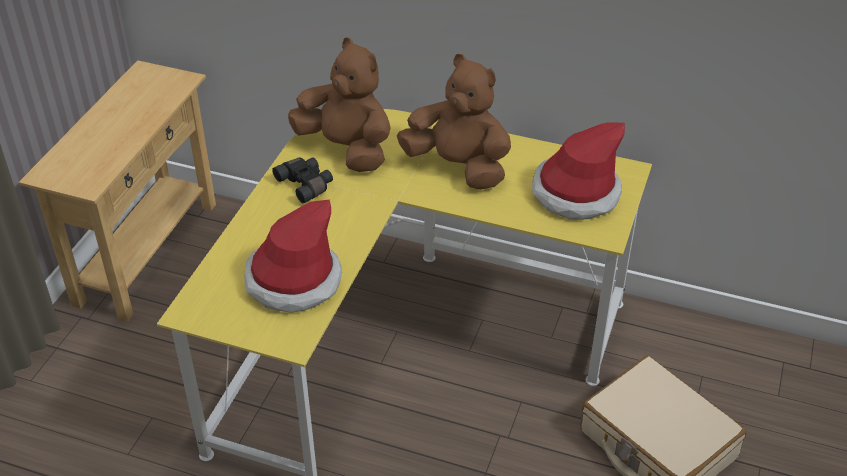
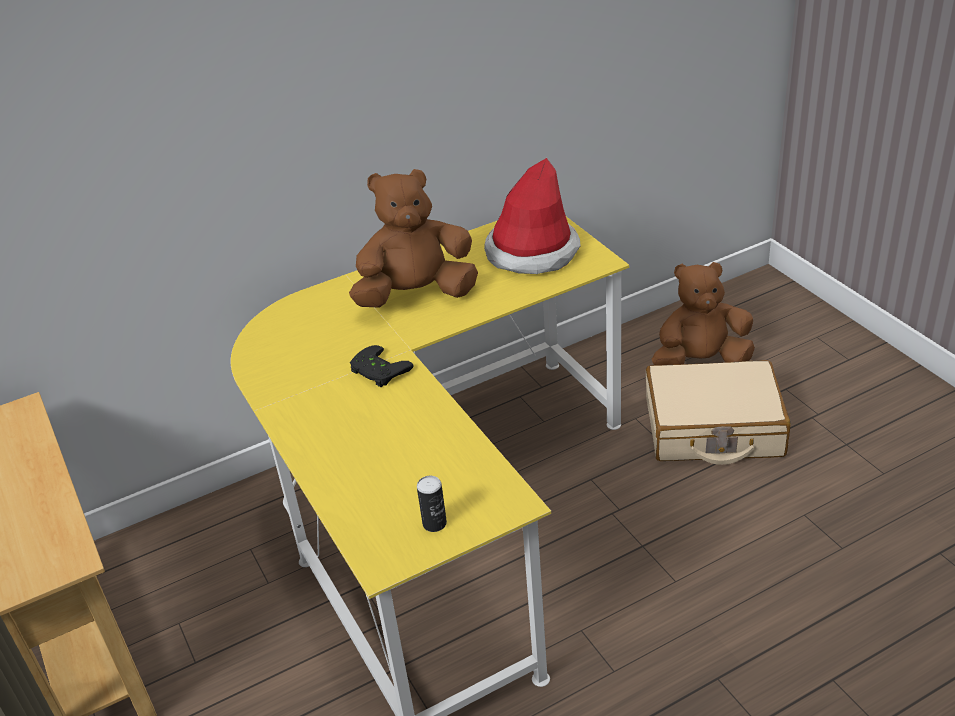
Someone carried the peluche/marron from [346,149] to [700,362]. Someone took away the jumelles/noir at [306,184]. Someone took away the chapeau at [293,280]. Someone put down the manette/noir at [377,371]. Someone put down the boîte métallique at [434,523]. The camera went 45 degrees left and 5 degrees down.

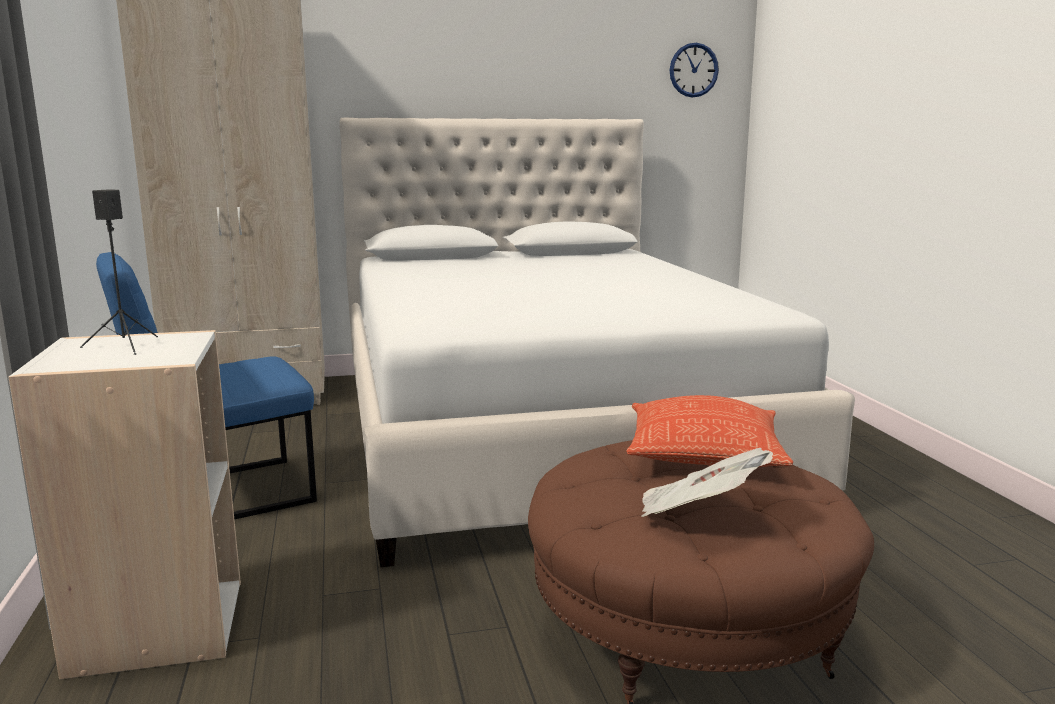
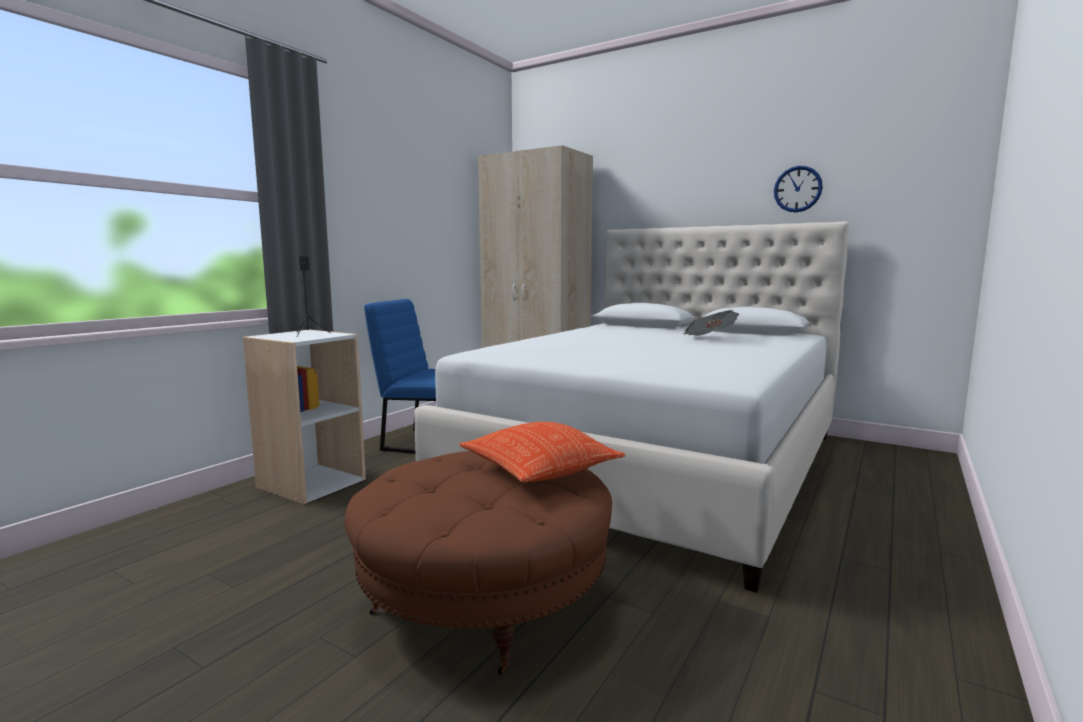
Someone carried the horloge murale from [693,70] to [797,189]. Someone carried the journal from [698,514] to [709,338]. The camera went 45 degrees right and 5 degrees down.

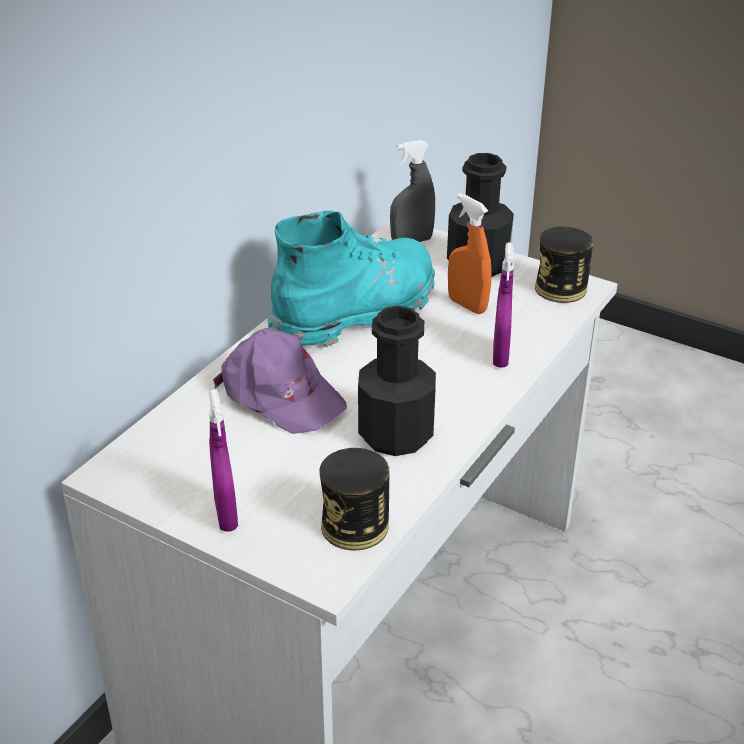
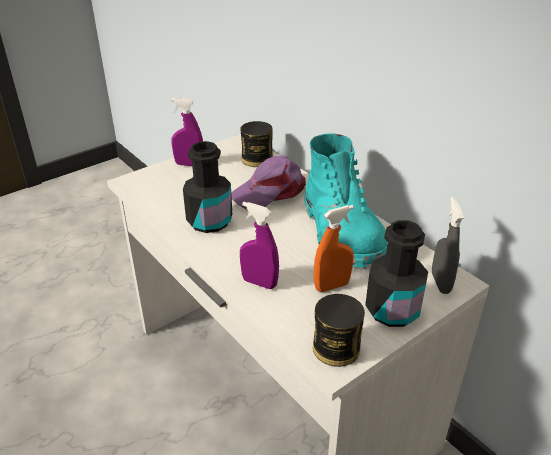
Someone carried the boîte métallique from [355,526] to [257,159]. The camera went 110 degrees right and 0 degrees up.

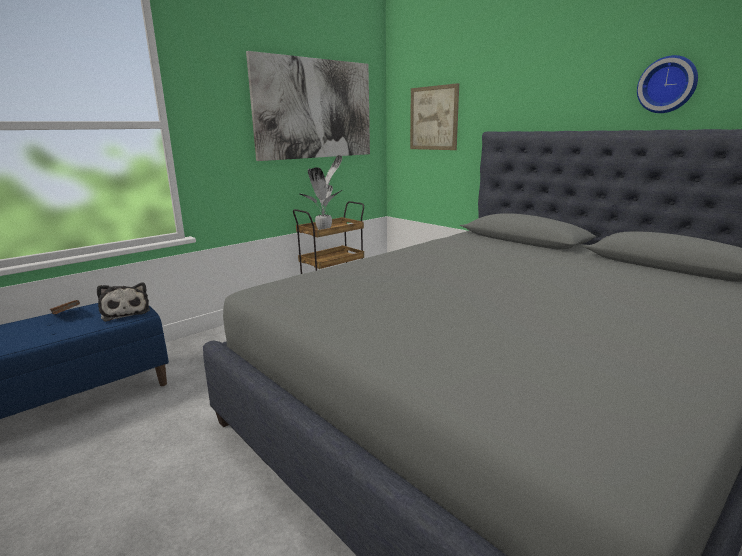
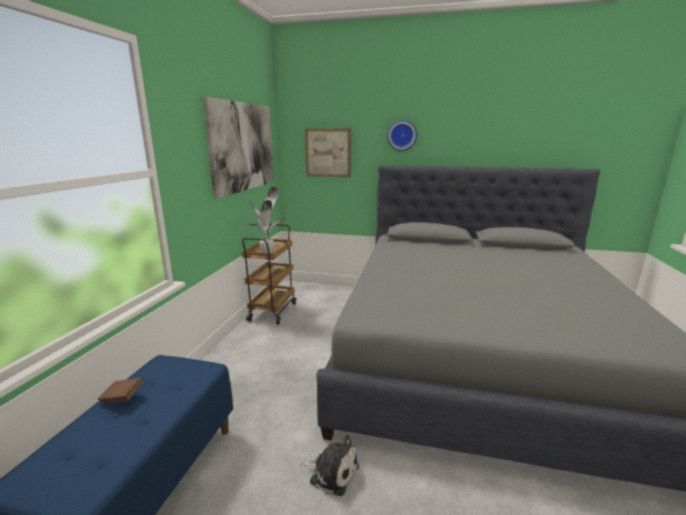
Someone carried the horloge murale from [667,85] to [402,135]. Someone carried the peluche from [126,312] to [331,472]. The camera went 35 degrees left and 0 degrees up.

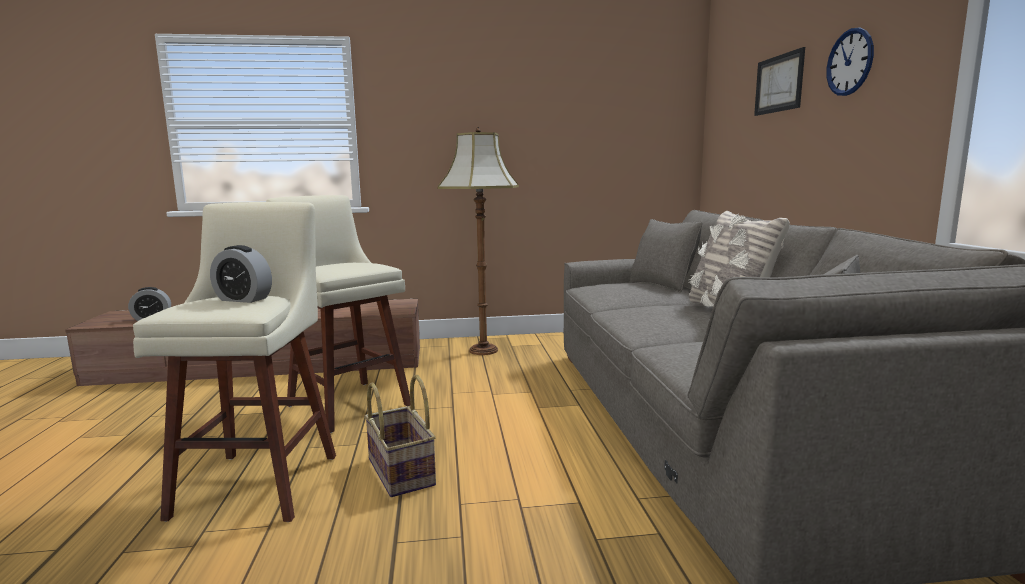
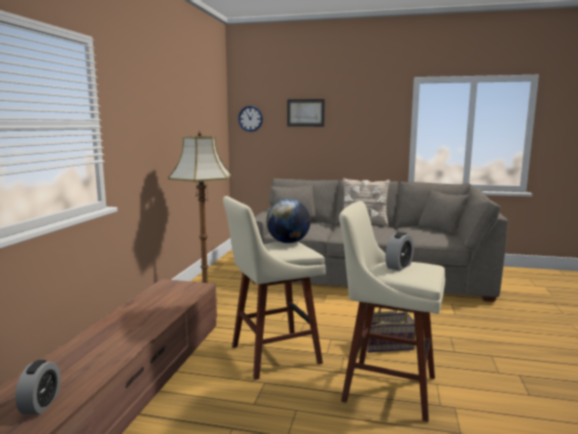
Someone carried the horloge murale from [849,62] to [250,118]. Someone put down the globe at [288,242]. The camera went 70 degrees left and 0 degrees up.

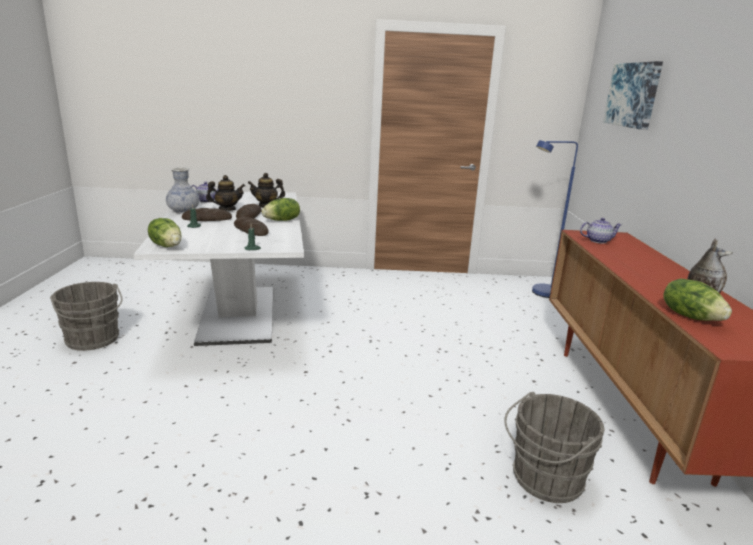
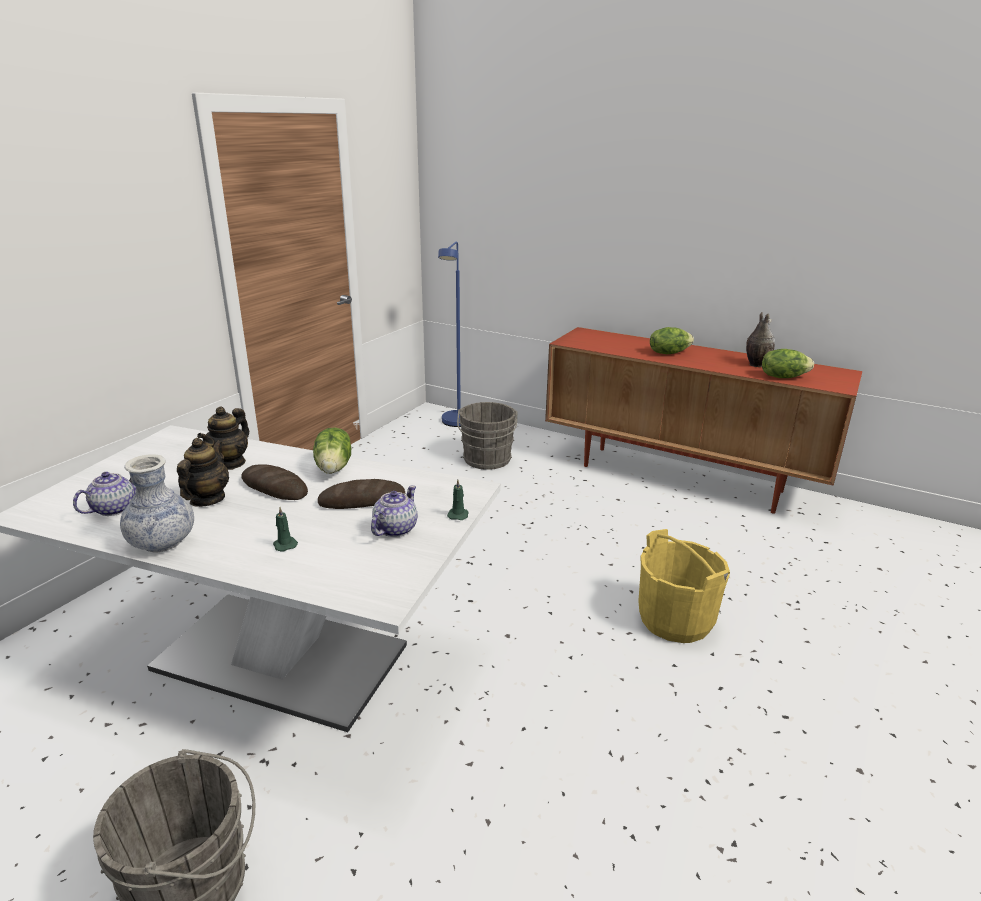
Someone took away the tableau at [633,95]. Someone took away the pain at [207,219]. Someone carried the laitue from [167,245] to [668,353]. Someone carried the théière from [597,241] to [394,529]. Someone carried the seau/gris from [543,479] to [487,460]. Someone put down the seau/jaune at [675,619]. The camera went 60 degrees left and 5 degrees up.

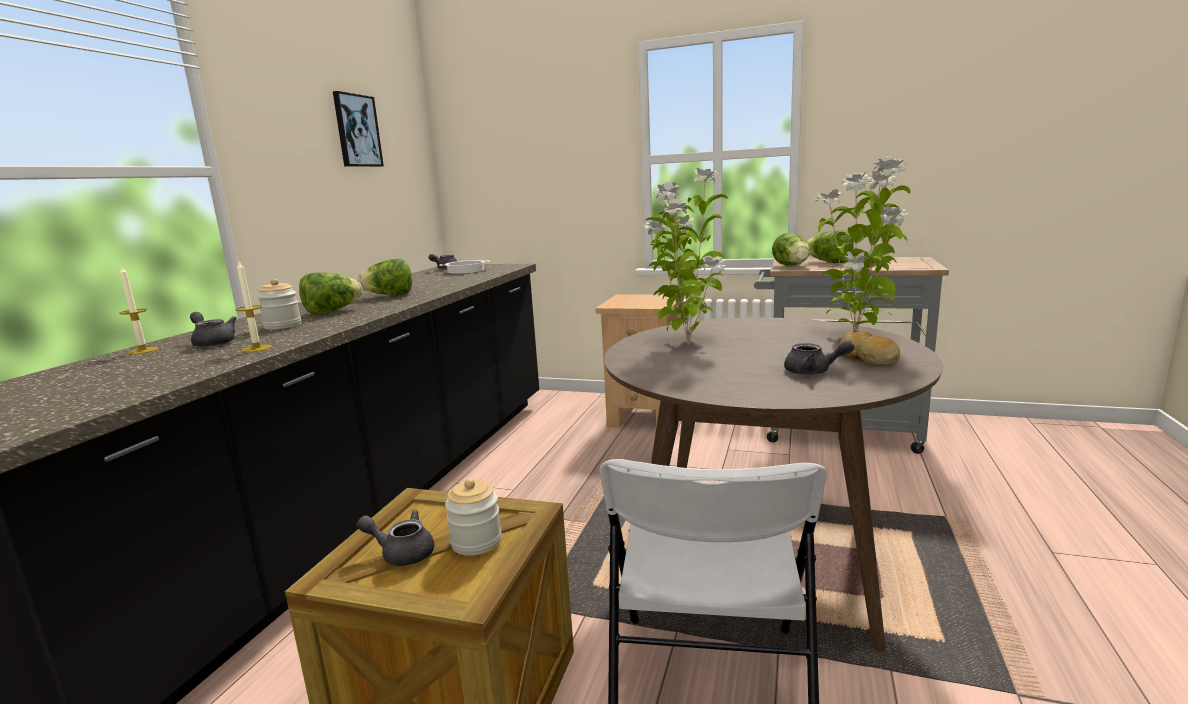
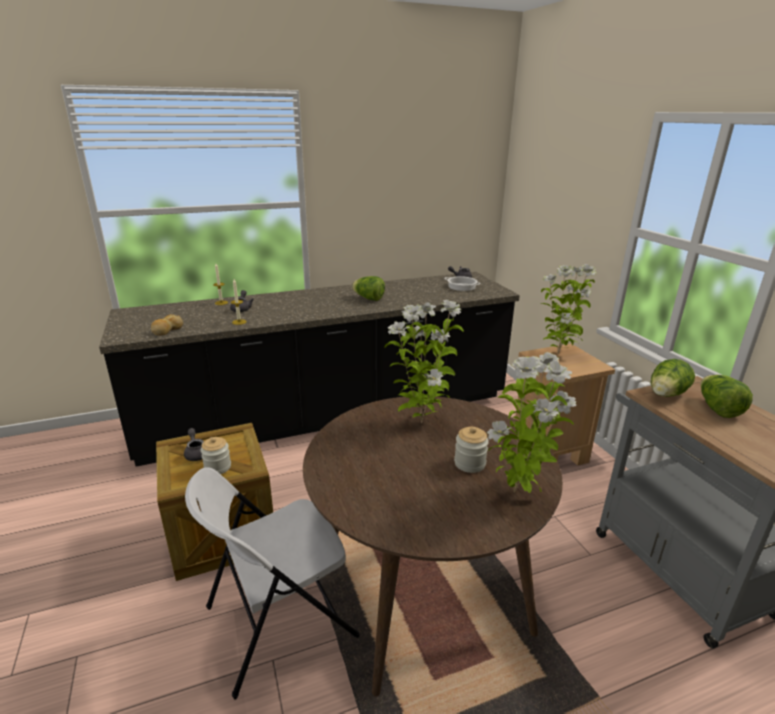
Someone took away the tableau at [357,131]. Someone took away the laitue at [332,311]. Someone carried the bocal from [282,326] to [469,463]. Someone carried the pain from [867,359] to [167,330]. Someone took away the théière/gris at [813,372]. Someone put down the plante en pot at [558,353]. The camera went 50 degrees right and 10 degrees up.

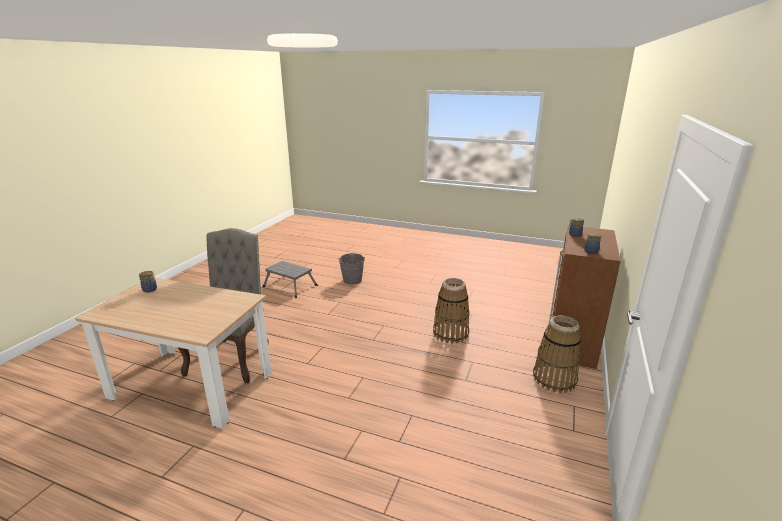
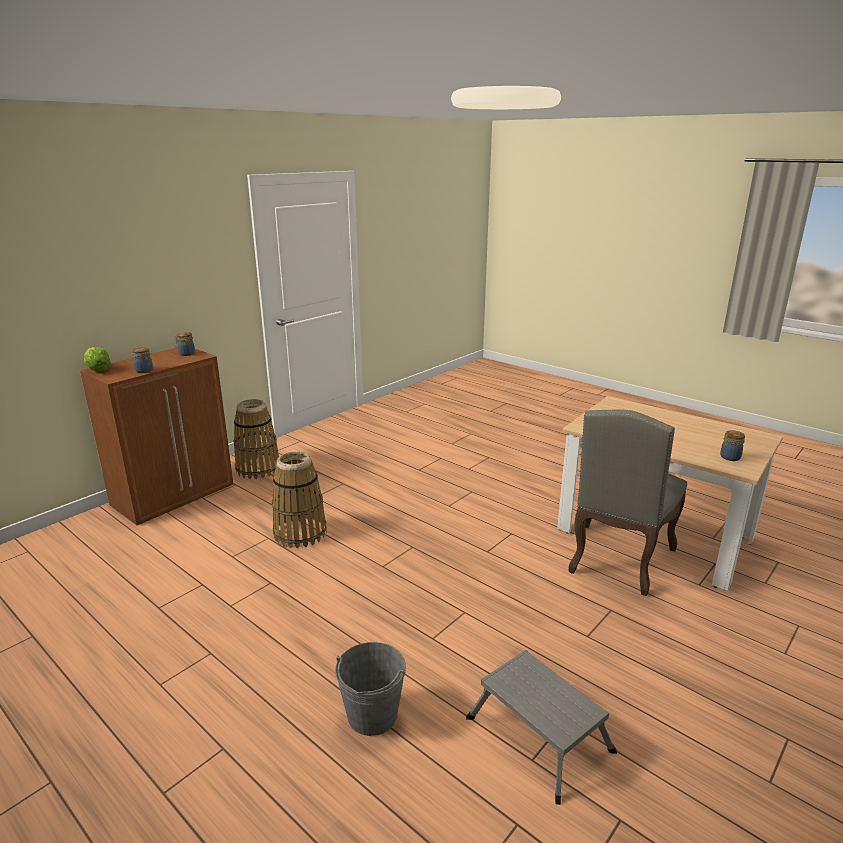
Someone put down the laitue at [98,370]. The camera went 160 degrees left and 0 degrees up.

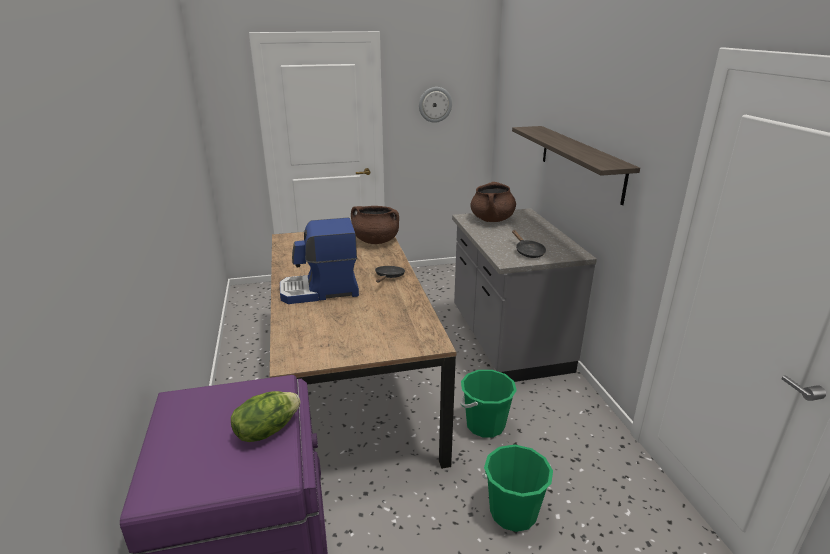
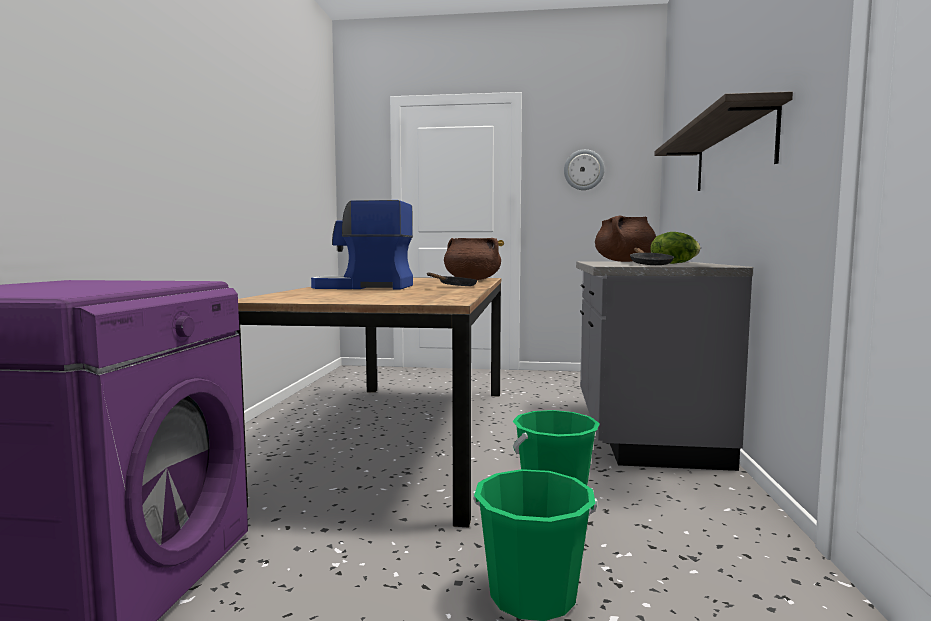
Someone carried the laitue from [266,430] to [674,263]. The camera went 20 degrees right and 20 degrees down.

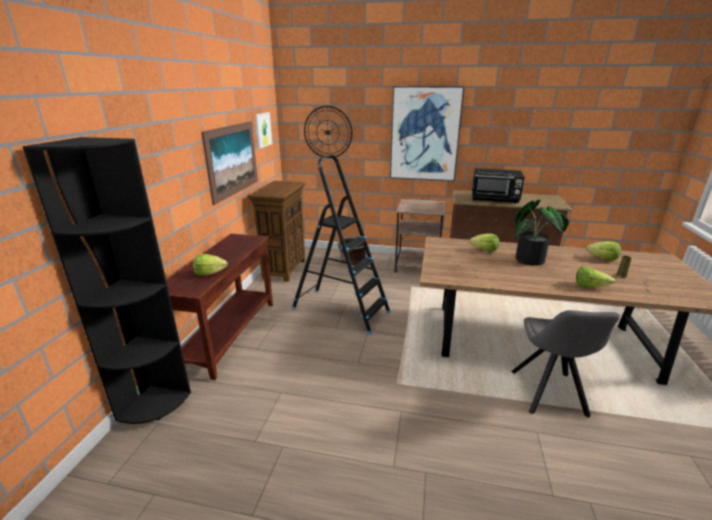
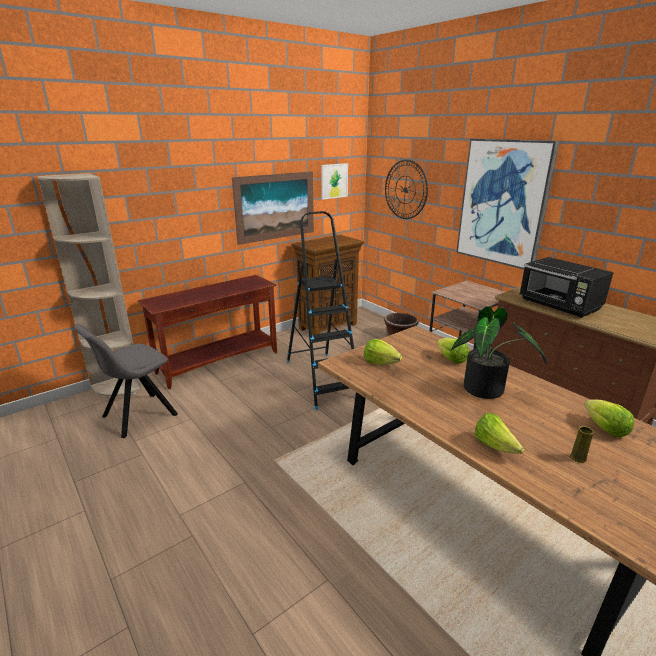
Someone repainted the bibliothèque/noir at [155,410], which became the bibliothèque/beige at [118,391]. Someone carried the laitue from [209,273] to [380,362]. Someone carried the chaise/gris from [549,393] to [139,415]. The camera went 40 degrees right and 0 degrees up.

